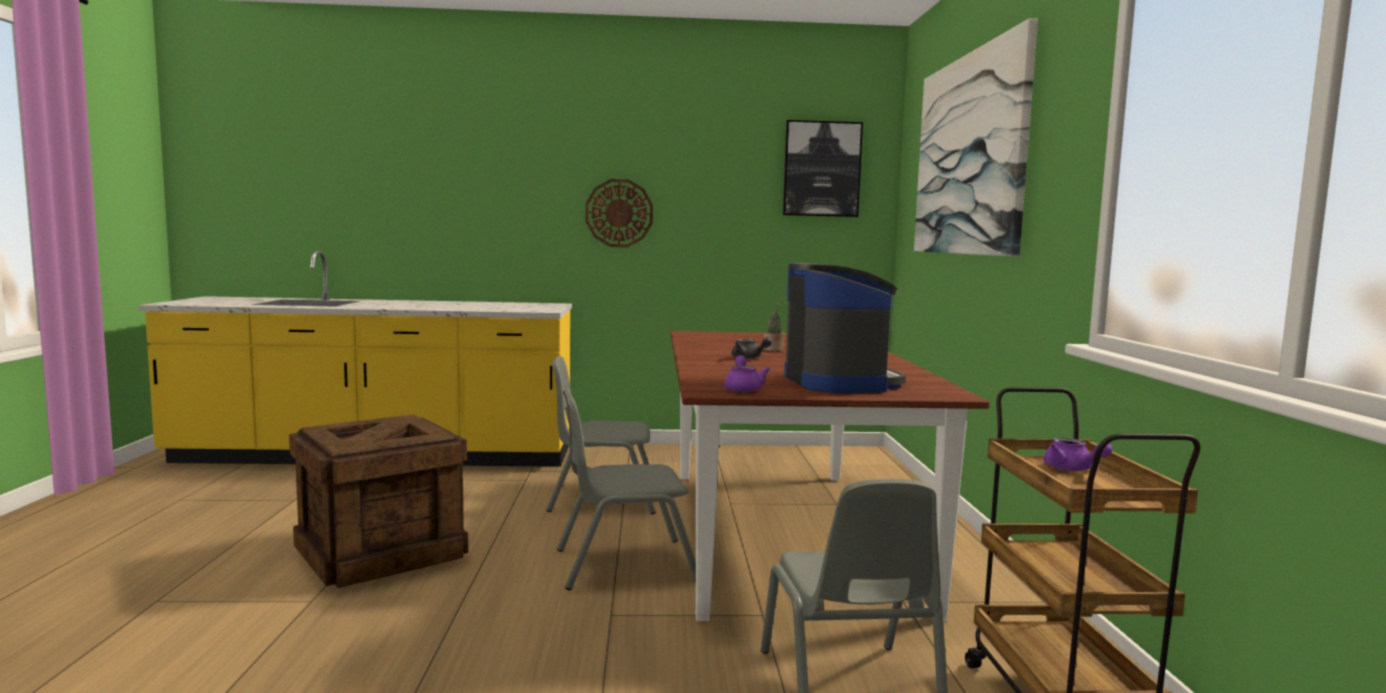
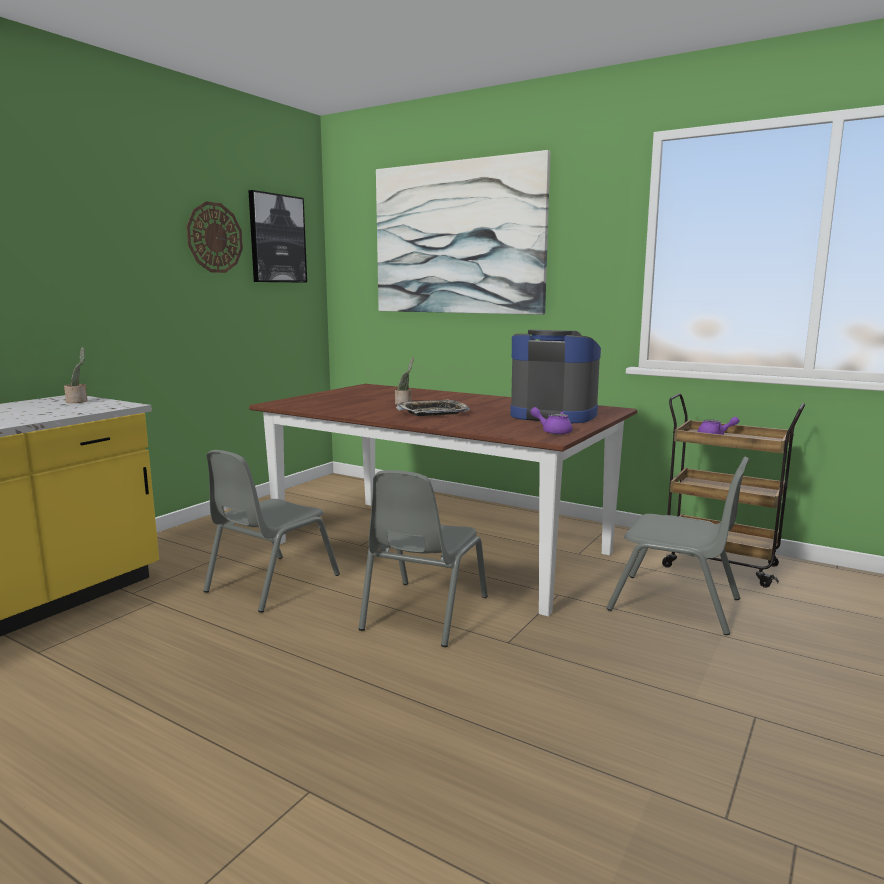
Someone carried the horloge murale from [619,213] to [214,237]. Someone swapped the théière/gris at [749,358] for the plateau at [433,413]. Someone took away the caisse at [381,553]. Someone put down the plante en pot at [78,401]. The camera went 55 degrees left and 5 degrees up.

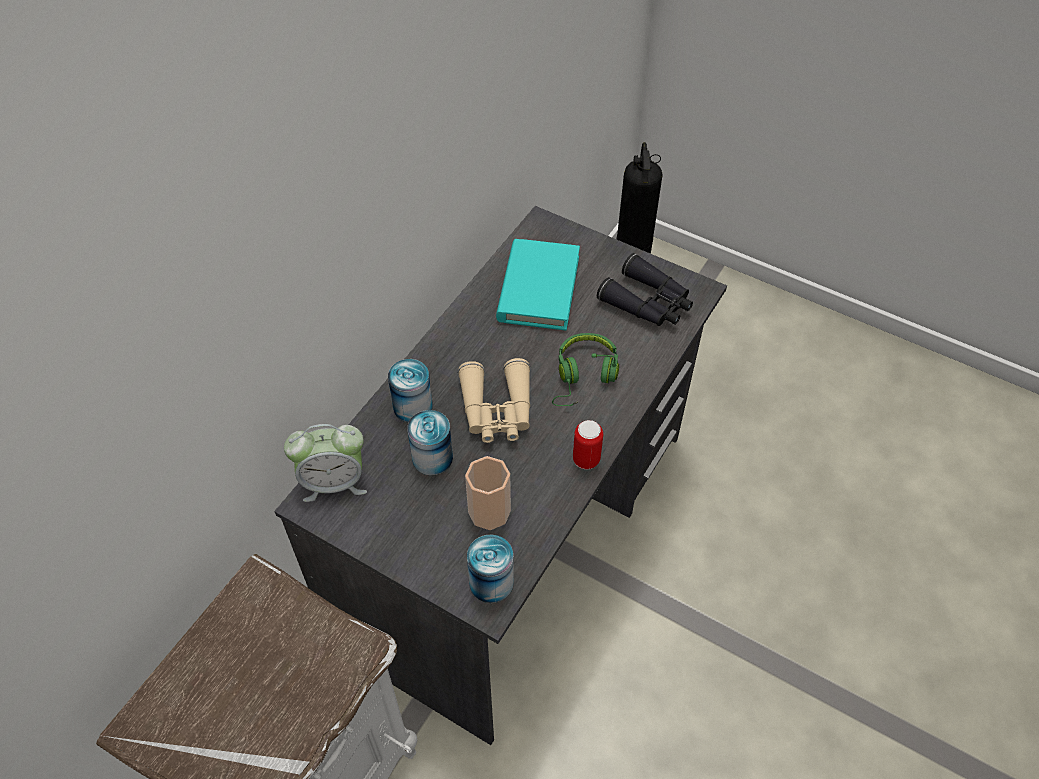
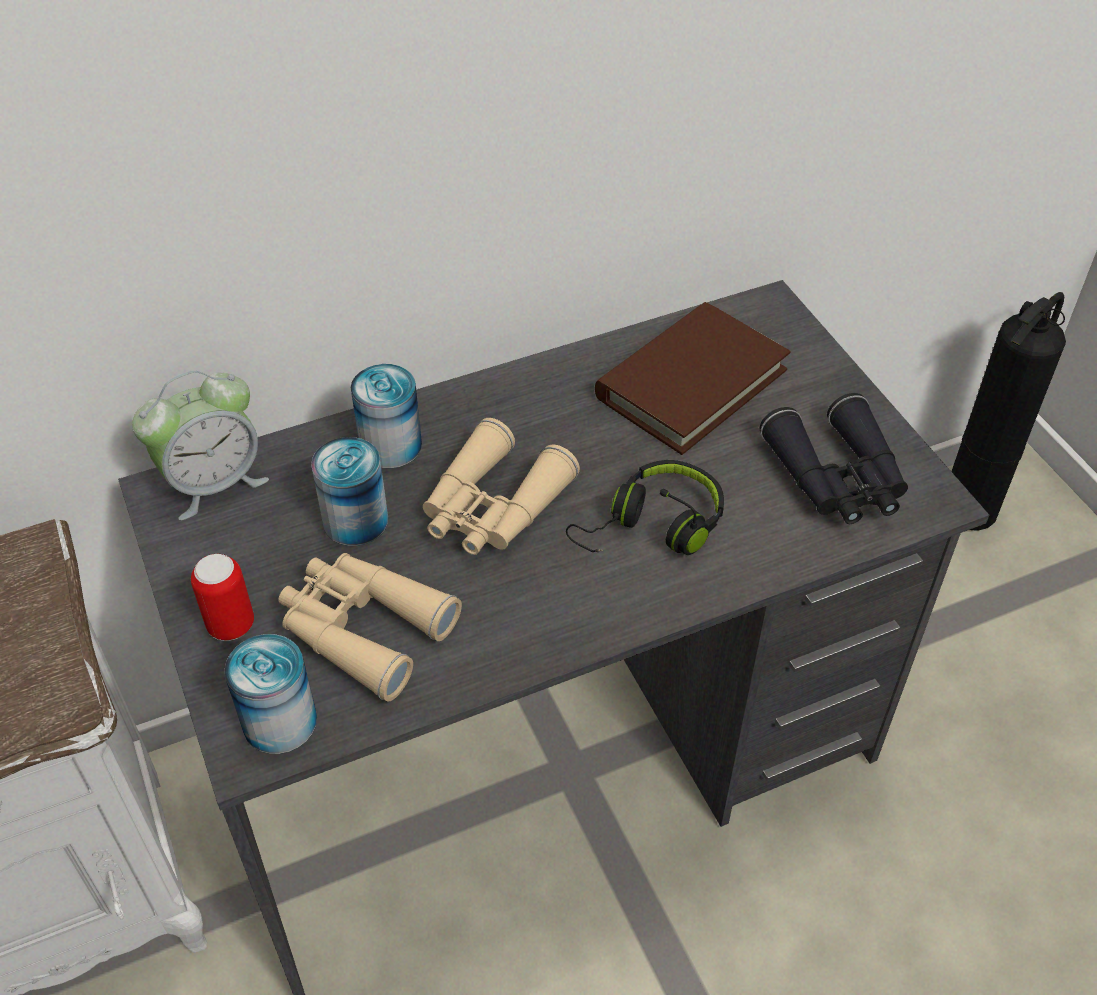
Someone repainted the livre/turquoise at [538,288], which became the livre/marron at [691,383]. Someone repainted the casque audio/vert at [584,376], which became the casque audio/noir at [652,527]. Someone carried the boîte métallique from [586,459] to [231,625]. Someone rotated the réveil at [334,482] by 60 degrees counterclockwise. Someone swapped the tasse at [489,511] for the jumelles/beige at [362,629]. The camera went 35 degrees right and 5 degrees down.

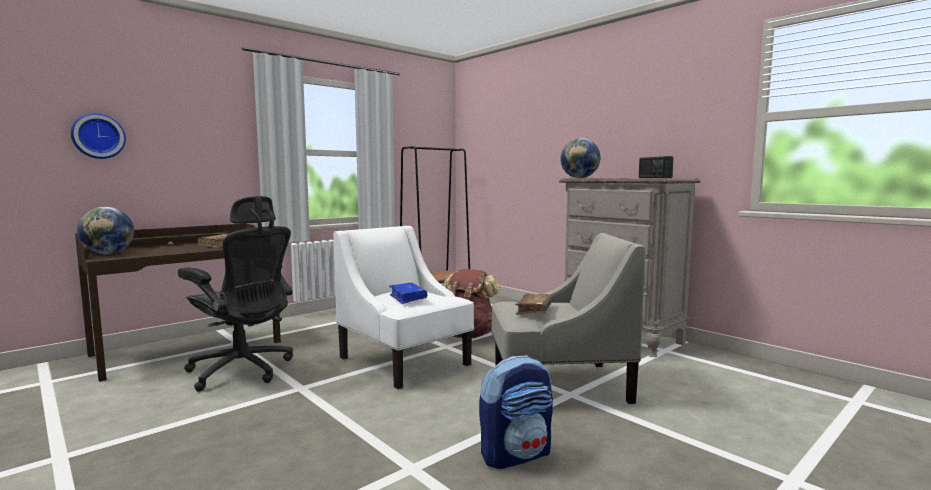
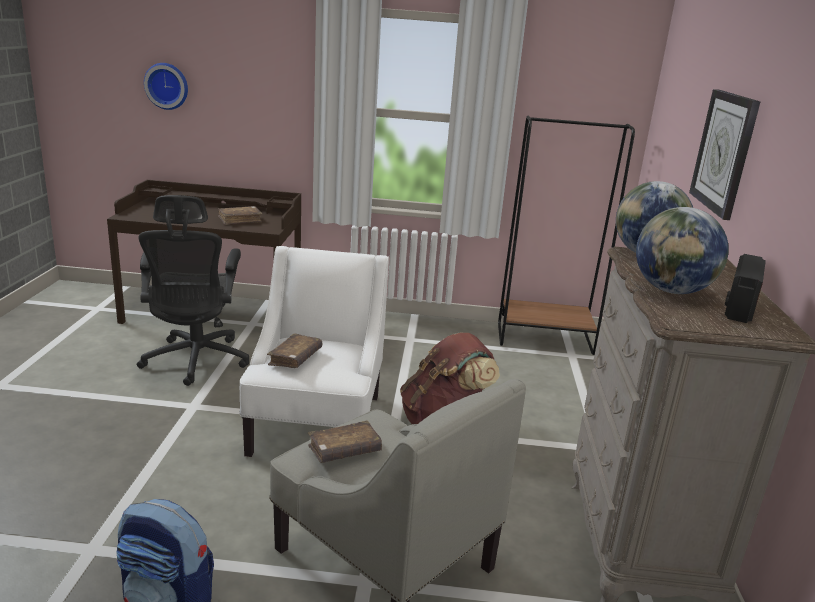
Someone carried the globe from [108,254] to [672,291]. Someone repainted the livre/bleu at [408,298], which became the livre/marron at [295,358]. Someone put up the horloge murale at [724,152]. The camera went 45 degrees right and 15 degrees up.

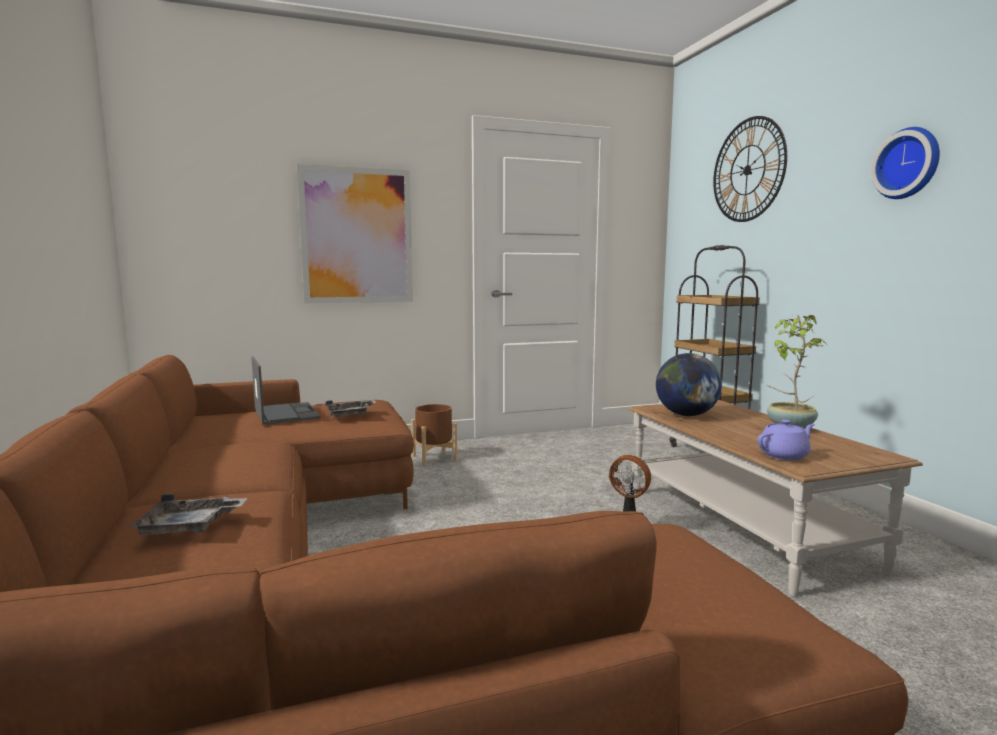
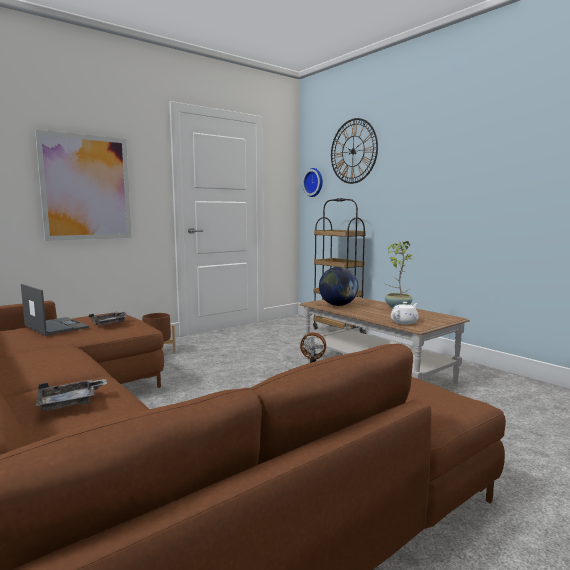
Someone carried the horloge murale from [908,164] to [314,182]. Someone repainted the théière/violet at [784,455], which became the théière/blanc at [404,322]. The camera went 20 degrees left and 0 degrees up.

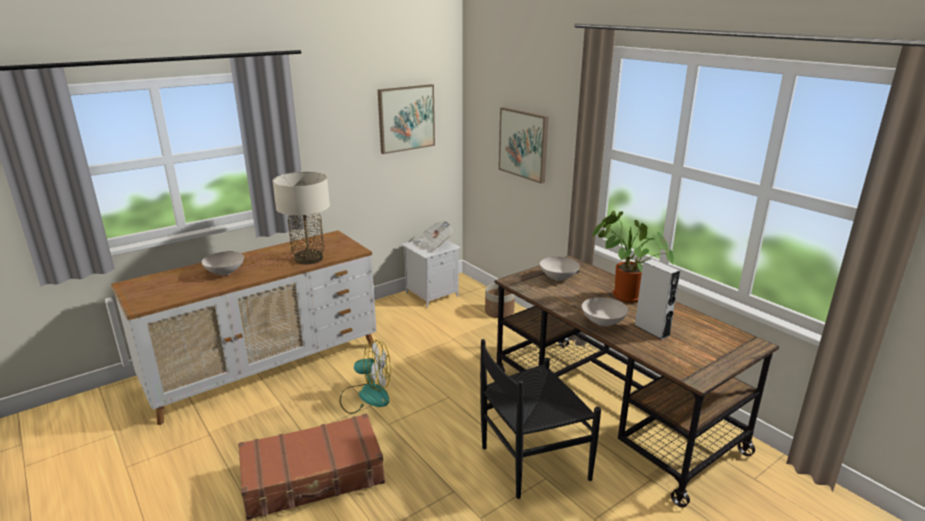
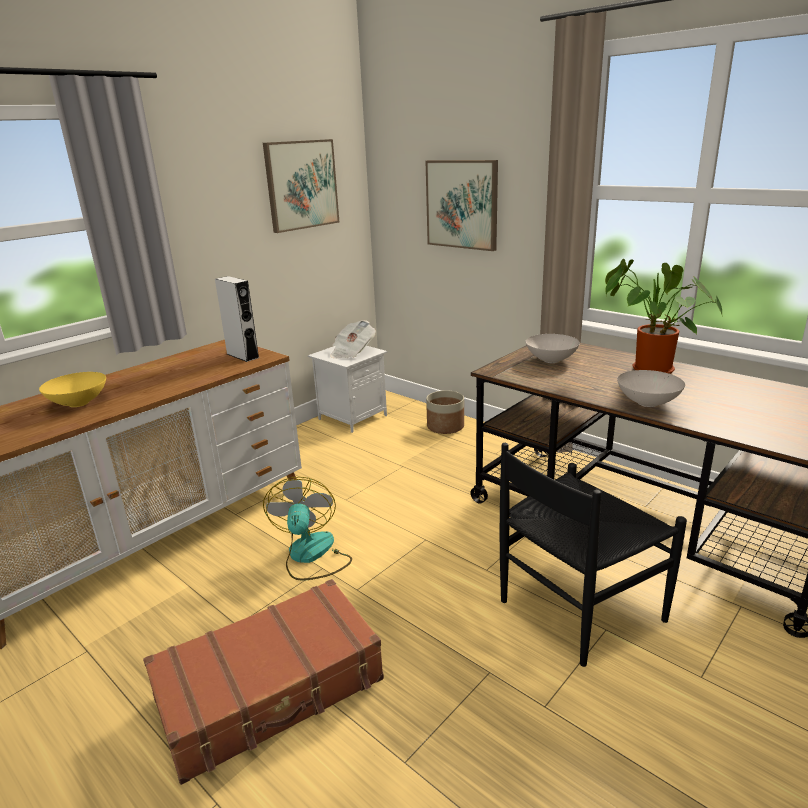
Someone took away the lampe de table at [309,258]. Someone repainted the bol/blanc at [224,273], which became the bol/jaune at [78,404]. Someone carried the enceinte/gris from [652,330] to [242,356]. Someone rotated the ventilateur at [366,396] by 90 degrees counterclockwise. The camera went 10 degrees left and 0 degrees up.

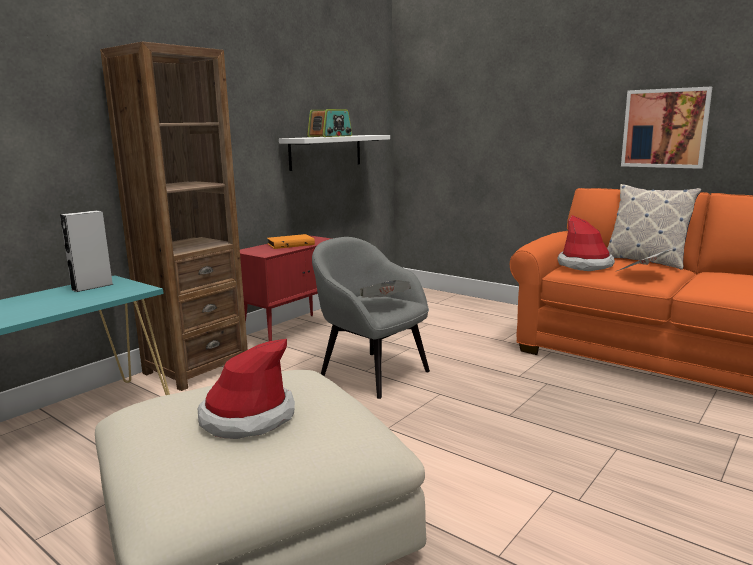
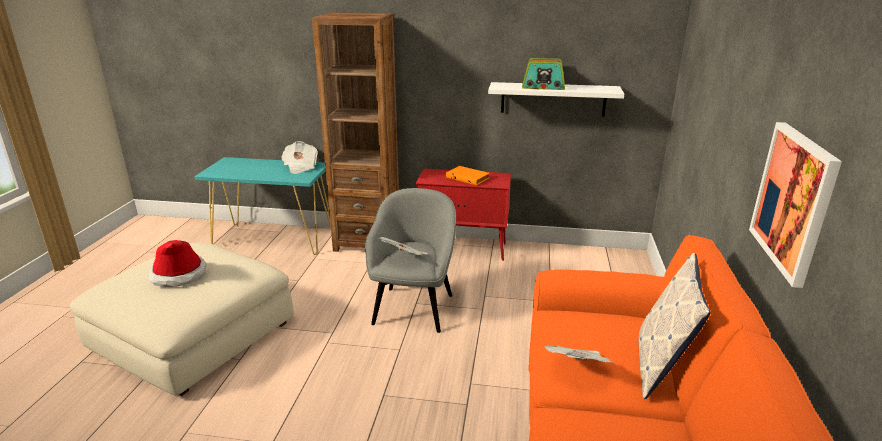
Someone swapped the enceinte/gris at [92,287] for the journal at [300,167]. Someone took away the chapeau at [585,265]. The camera went 60 degrees right and 10 degrees up.

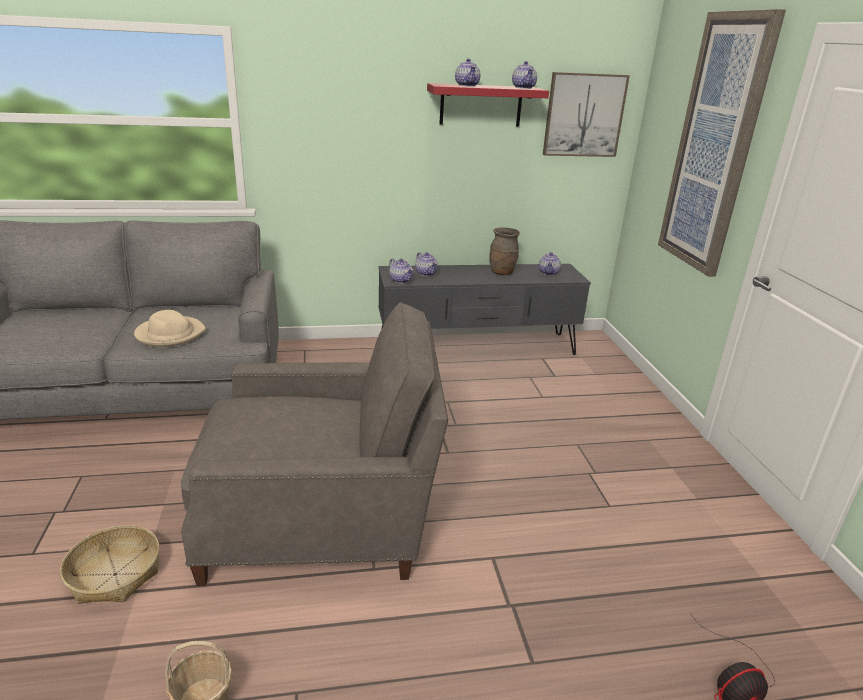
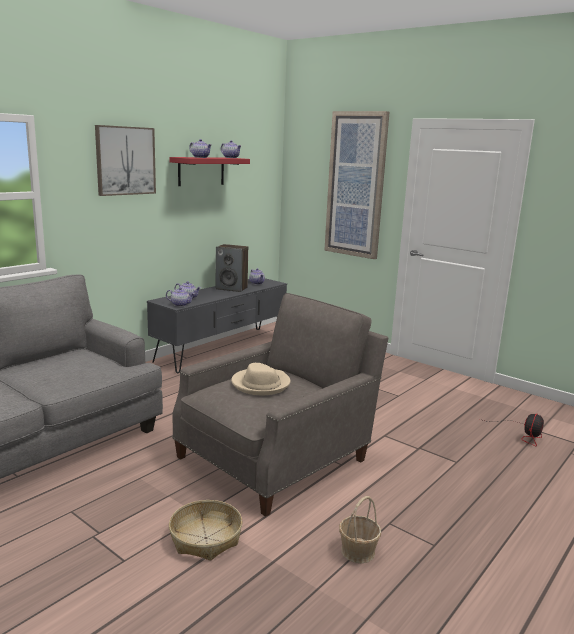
Someone carried the tableau from [584,115] to [125,161]. Someone swapped the vase/marron at [502,273] for the enceinte at [232,288]. Someone carried the chapeau/beige from [170,334] to [260,384]. The camera went 40 degrees left and 10 degrees down.

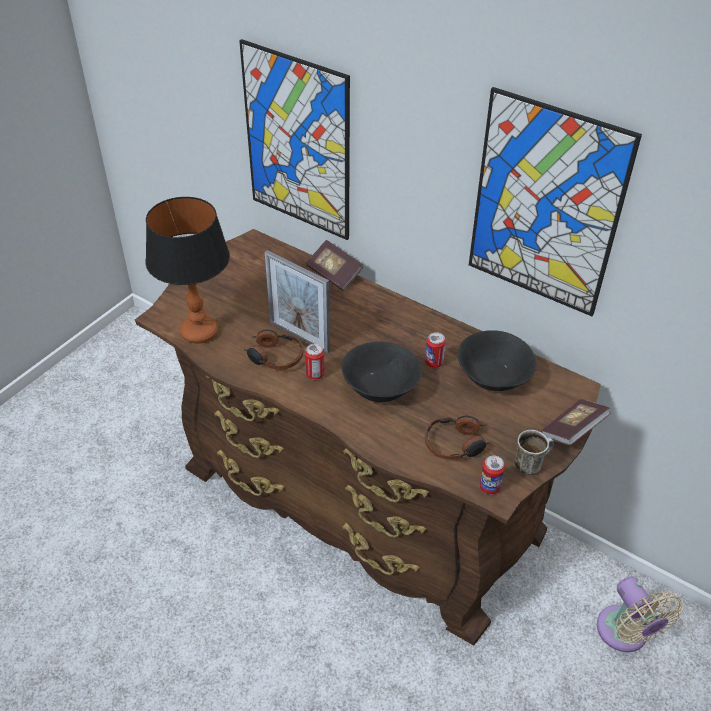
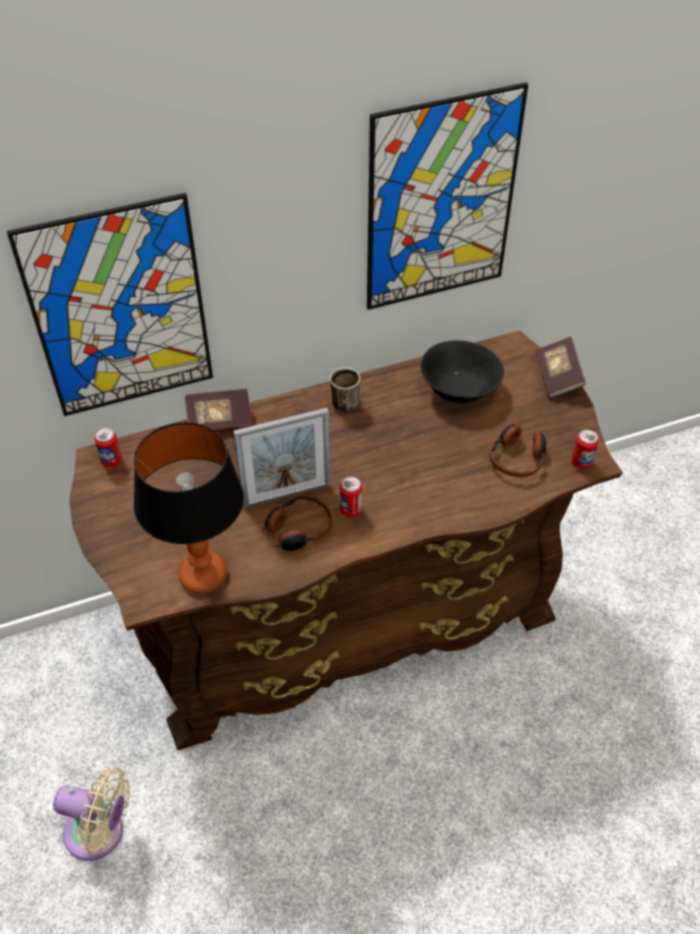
Someone carried the boîte métallique from [434,363] to [111,461]. Someone took away the bol/noir at [380,388]. Someone carried the mug from [530,463] to [344,401]. Someone carried the ventilateur/beige from [625,634] to [100,833]. The camera went 55 degrees left and 5 degrees up.

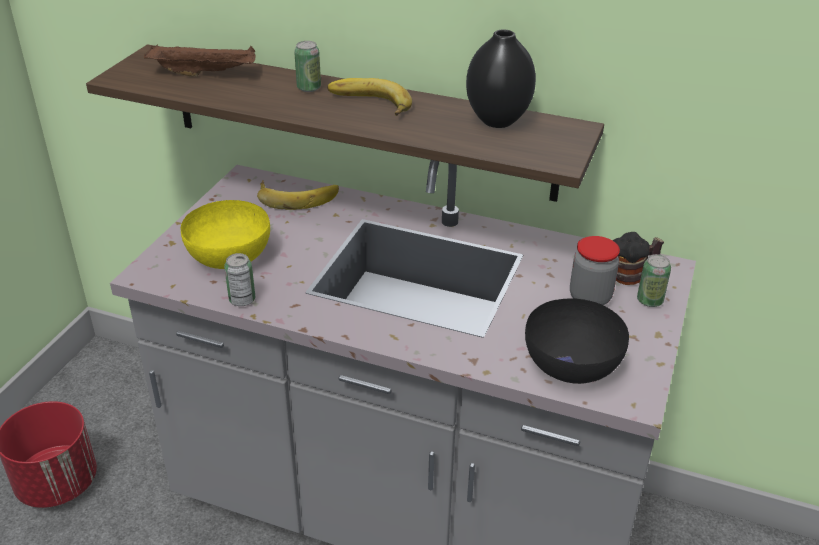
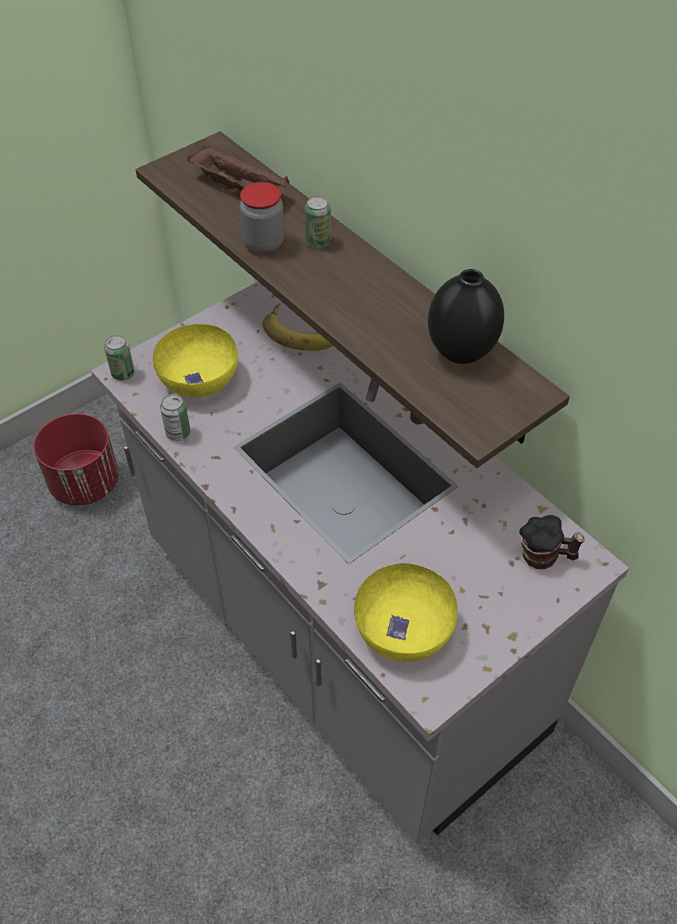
Someone took away the banane at [368,104]. Someone carried the bocal from [590,298] to [264,243]. Someone carried the boîte métallique from [649,301] to [123,373]. Someone repainted the bol/noir at [572,365], which became the bol/jaune at [403,631]. The camera went 30 degrees right and 15 degrees up.

